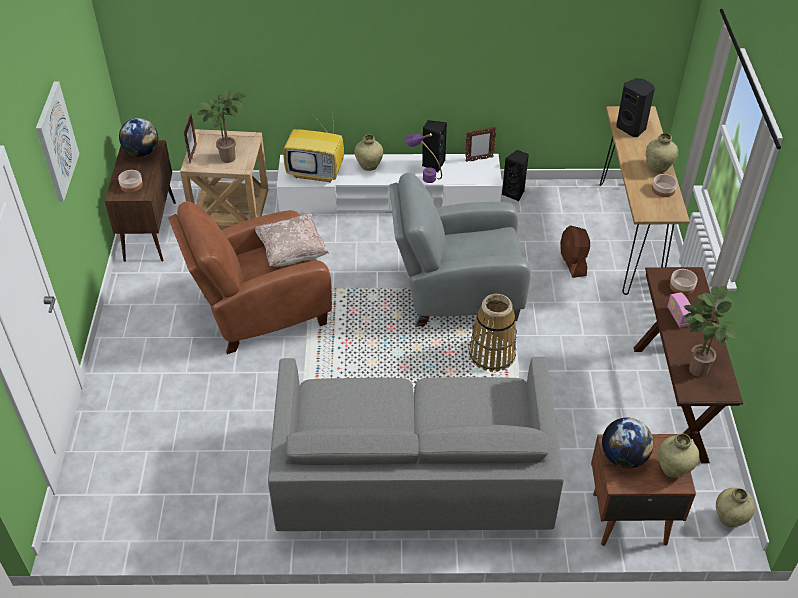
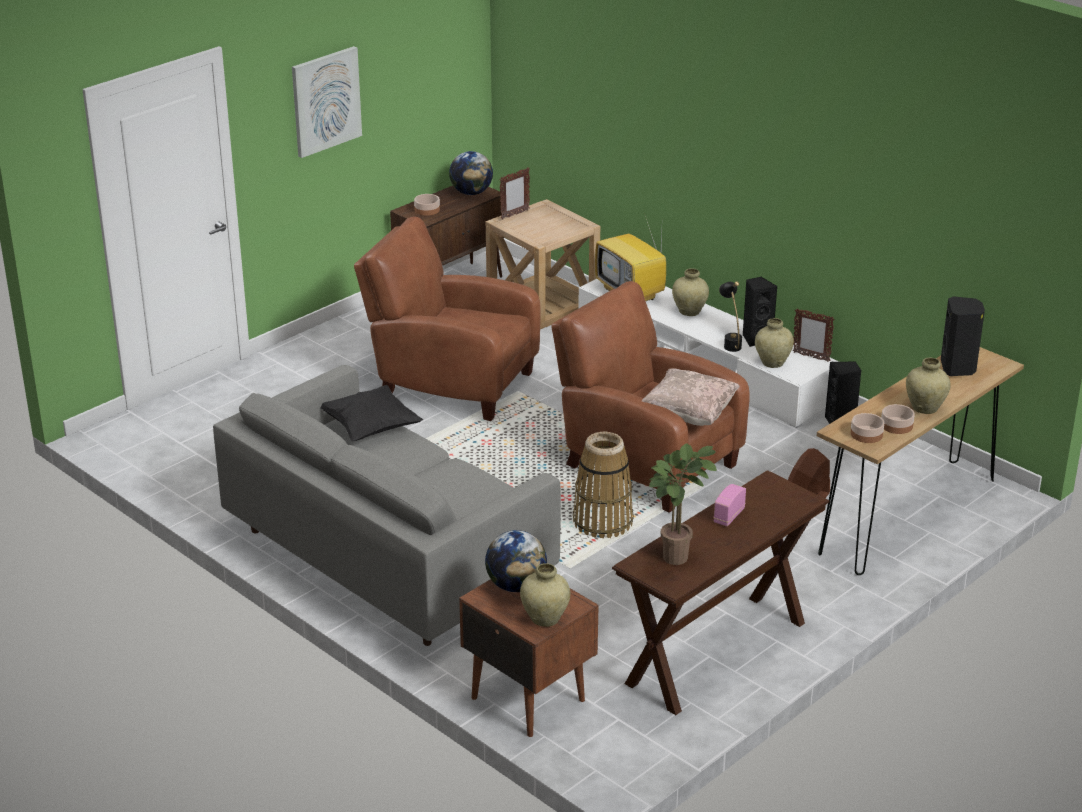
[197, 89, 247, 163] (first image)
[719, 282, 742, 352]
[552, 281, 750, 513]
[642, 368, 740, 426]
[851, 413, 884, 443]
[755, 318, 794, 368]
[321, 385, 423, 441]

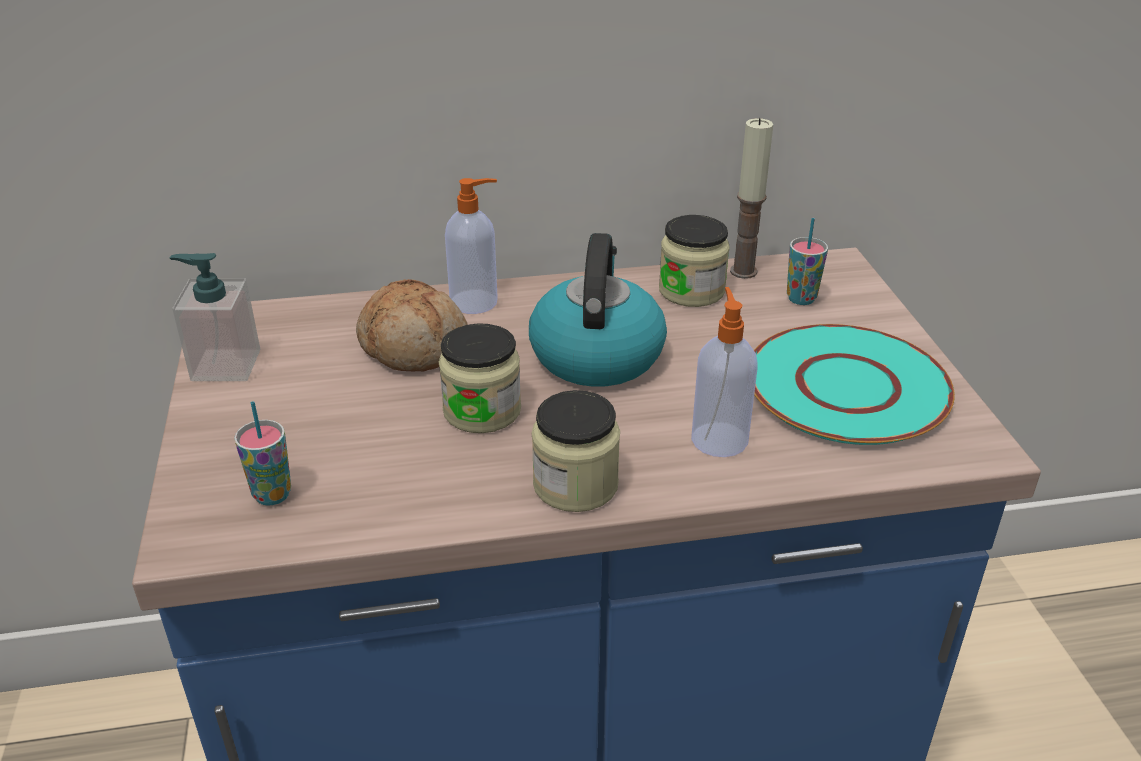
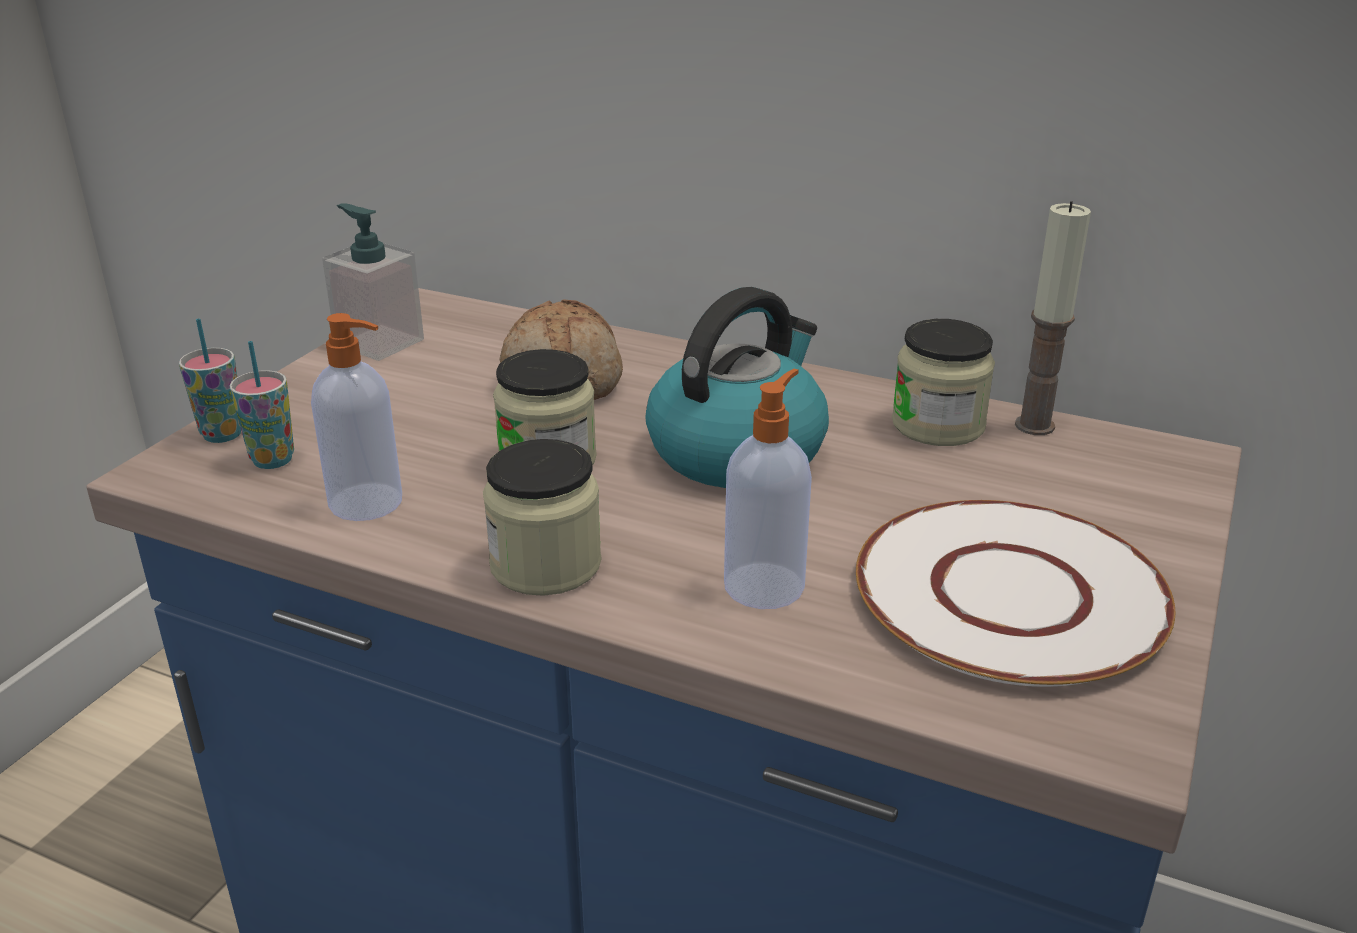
[311, 313, 402, 521]
[179, 319, 241, 443]
[856, 500, 1176, 687]

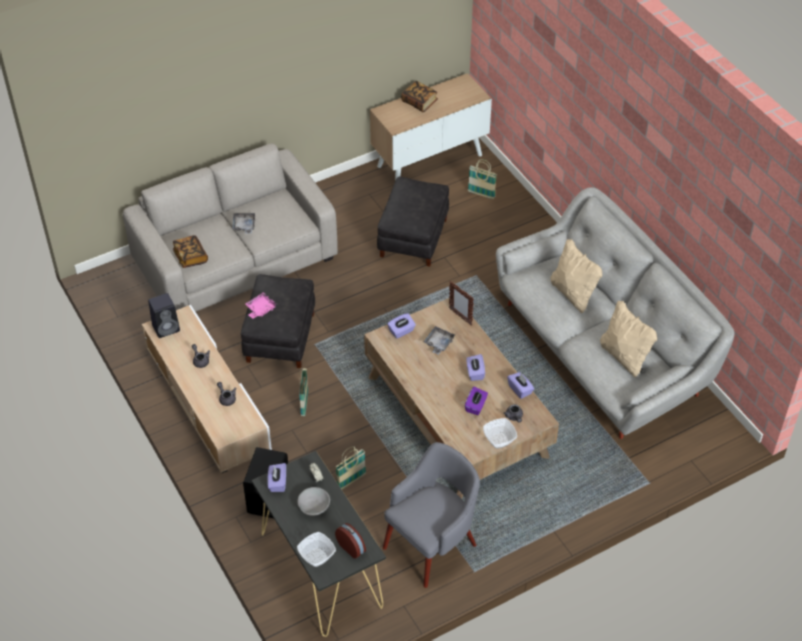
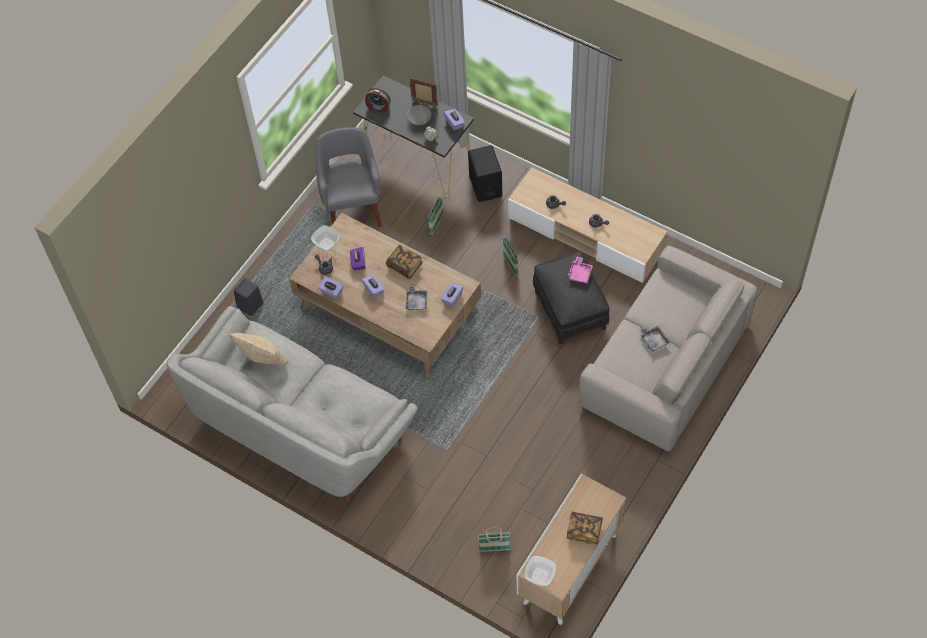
[377, 177, 449, 267] (first image)
[386, 244, 423, 279]
[551, 239, 603, 313] (first image)
[409, 78, 438, 107]
[234, 278, 263, 316]
[315, 127, 382, 227]
[525, 556, 556, 586]

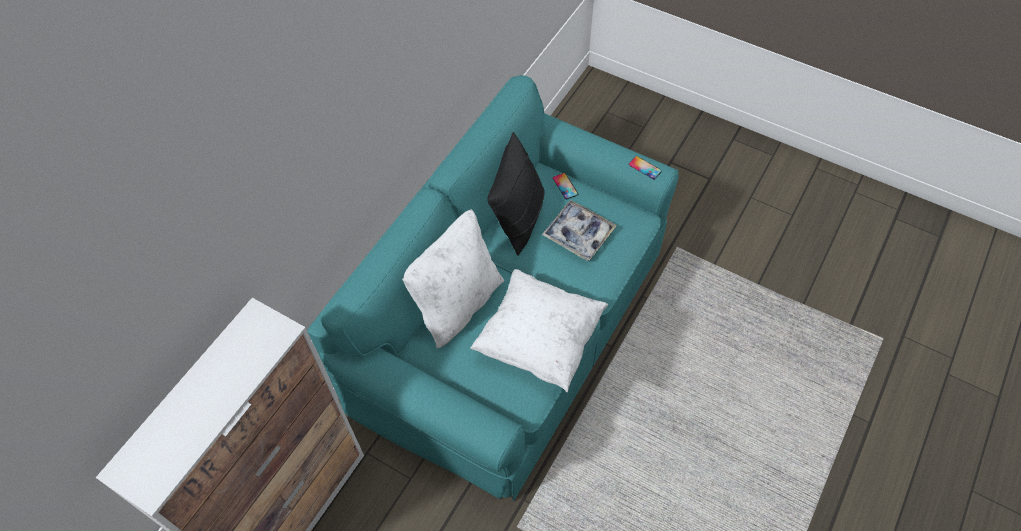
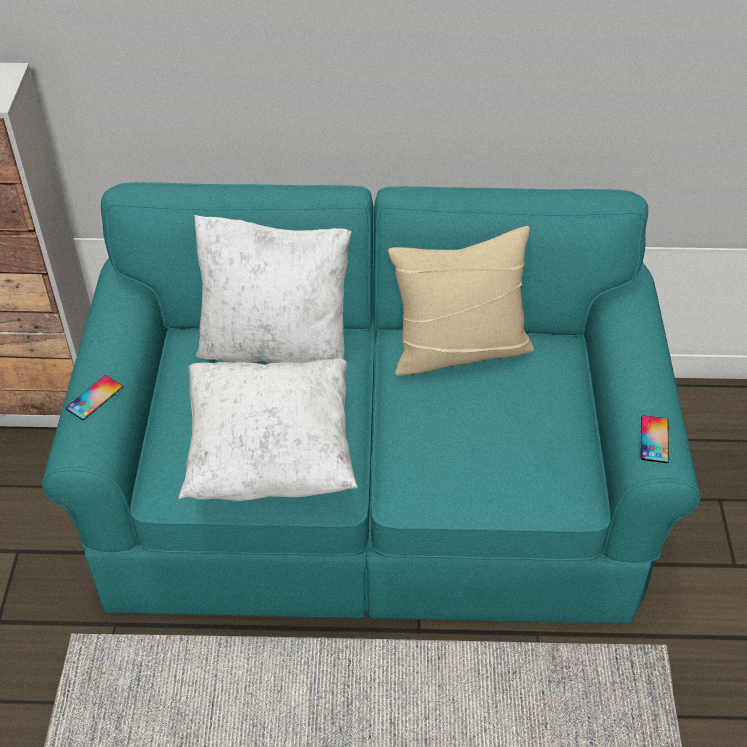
[388, 226, 534, 376]
[66, 375, 123, 420]
[542, 200, 617, 261] (first image)

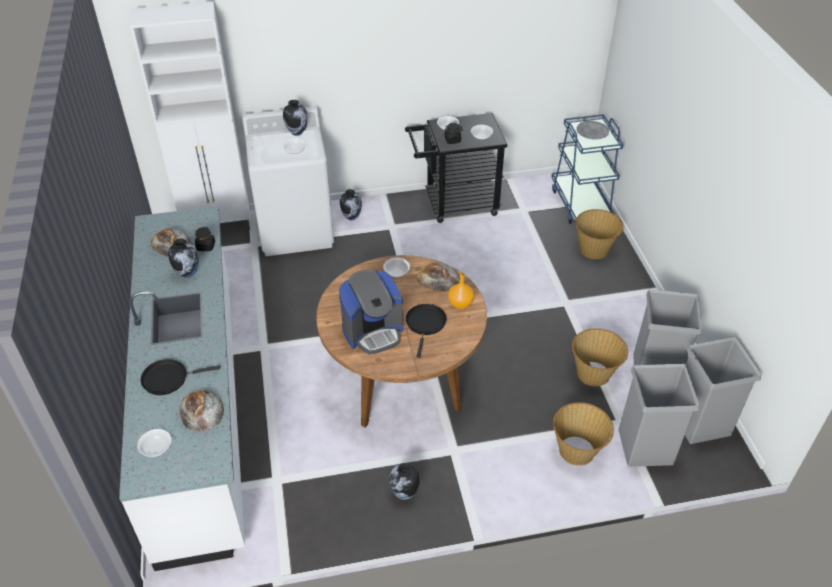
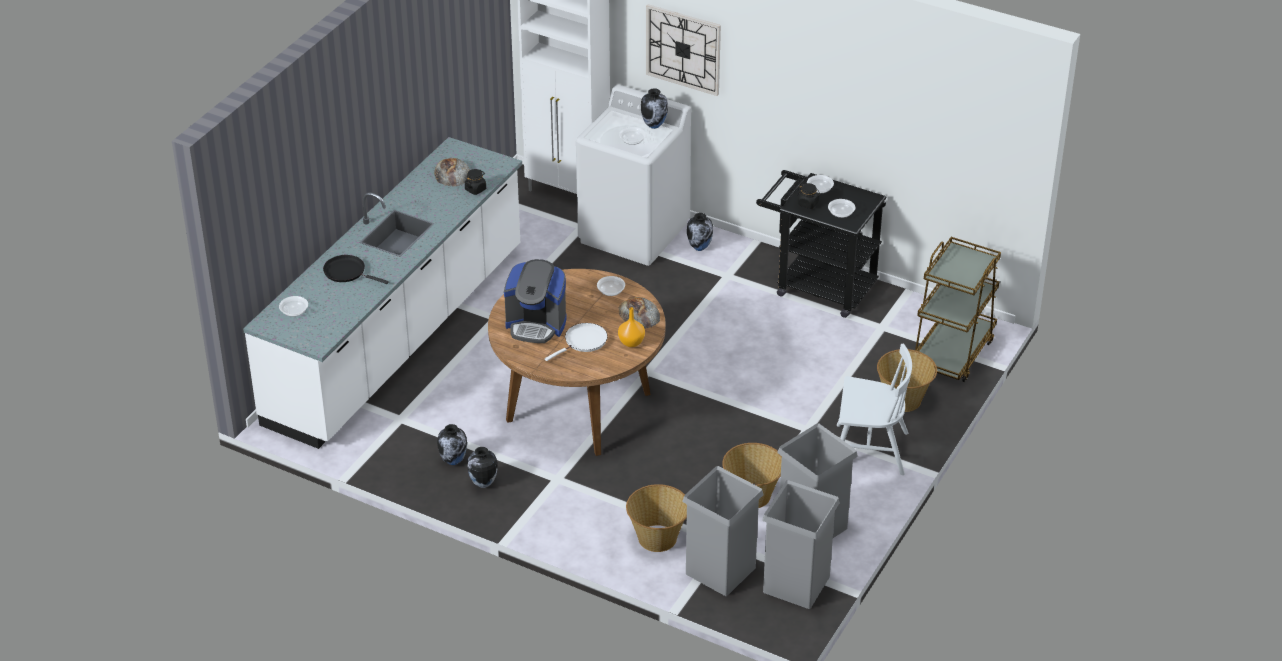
[915, 237, 1001, 382]
[576, 121, 609, 140] (first image)
[437, 424, 467, 465]
[545, 323, 608, 361]
[179, 390, 224, 432] (first image)
[646, 4, 721, 96]
[837, 344, 912, 475]

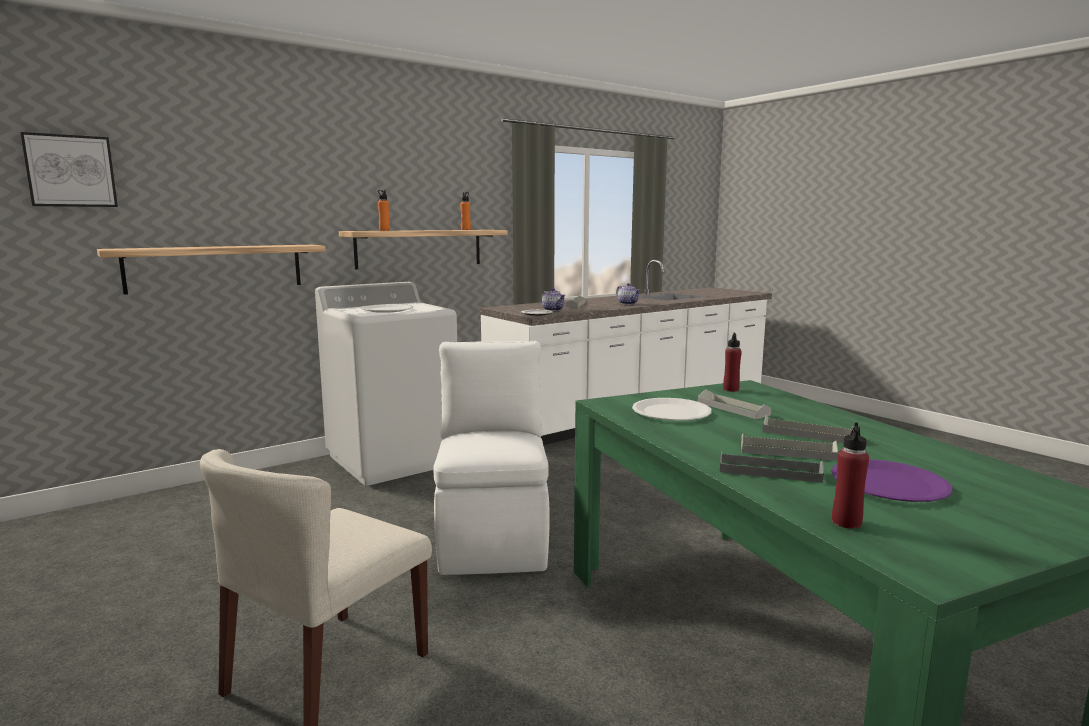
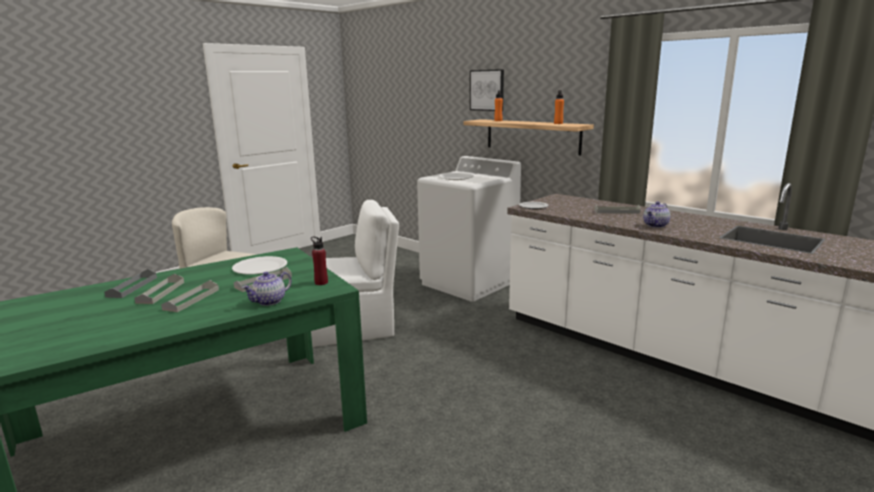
[470, 69, 504, 111]
[97, 245, 326, 295] (first image)
[242, 272, 292, 306]
[832, 422, 869, 529] (first image)
[831, 459, 953, 502] (first image)

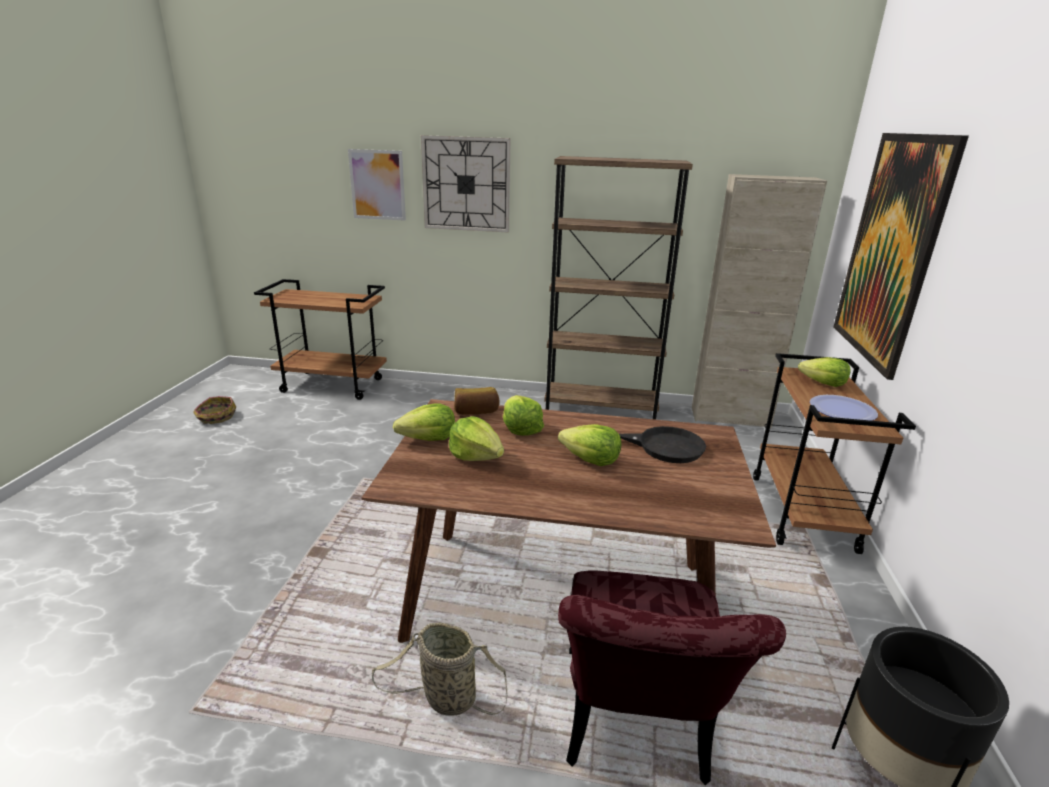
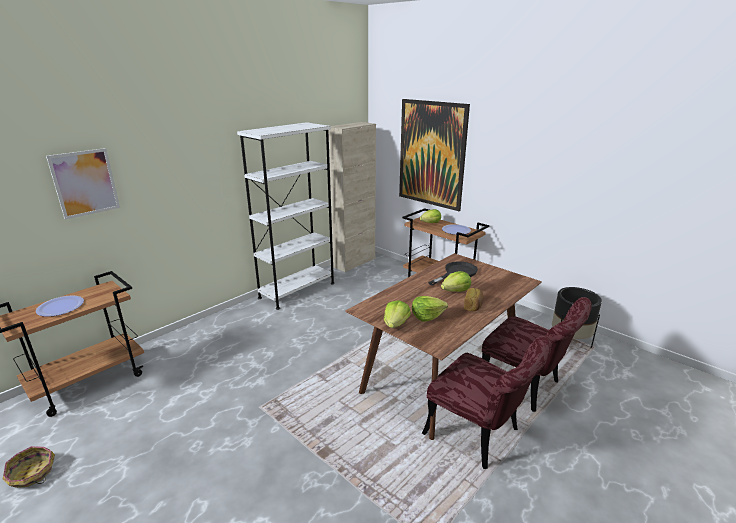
[421, 135, 511, 232] (first image)
[237, 122, 335, 310]
[464, 288, 483, 311]
[503, 395, 544, 436] (first image)
[422, 336, 552, 469]
[36, 295, 84, 317]

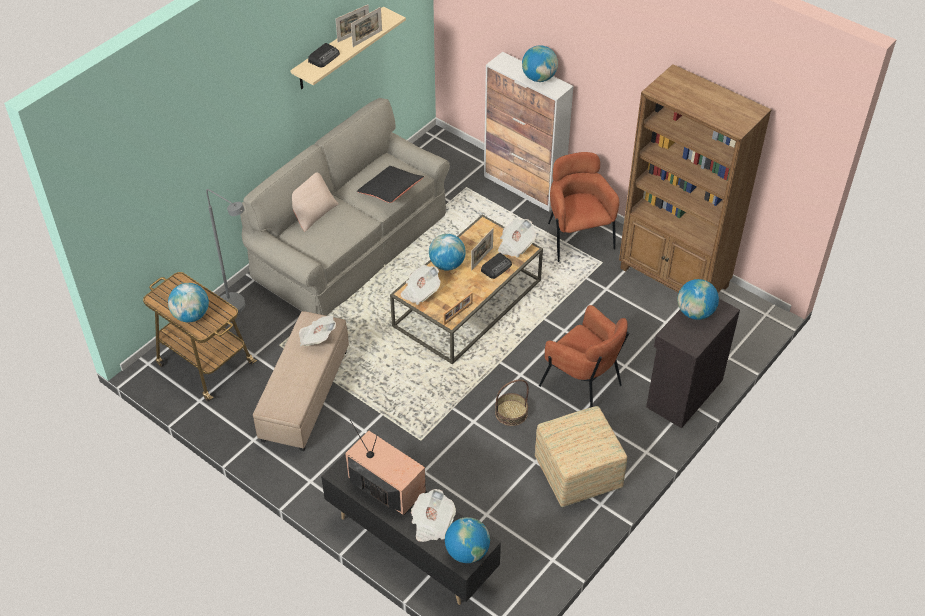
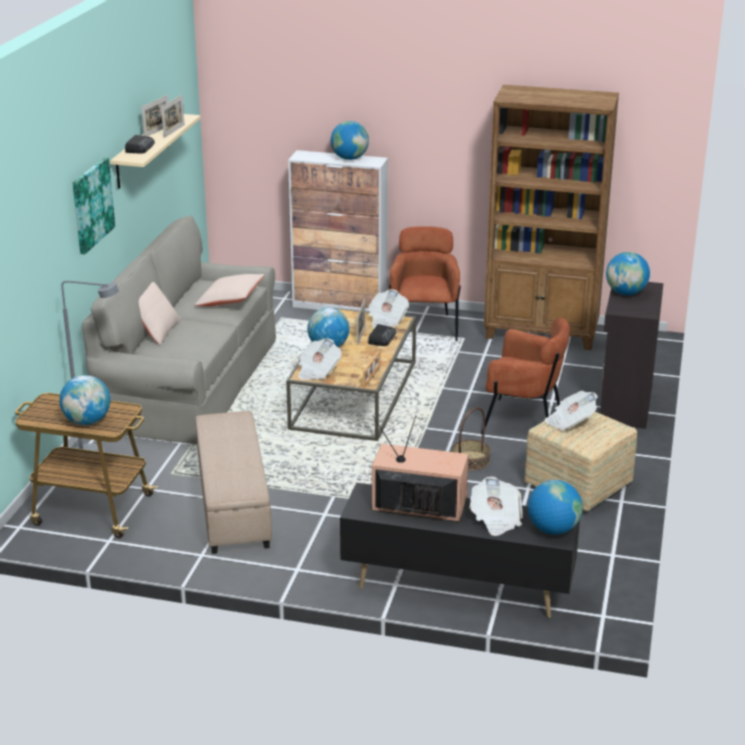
[389, 226, 461, 341]
[195, 274, 265, 307]
[545, 391, 598, 431]
[72, 157, 115, 254]

